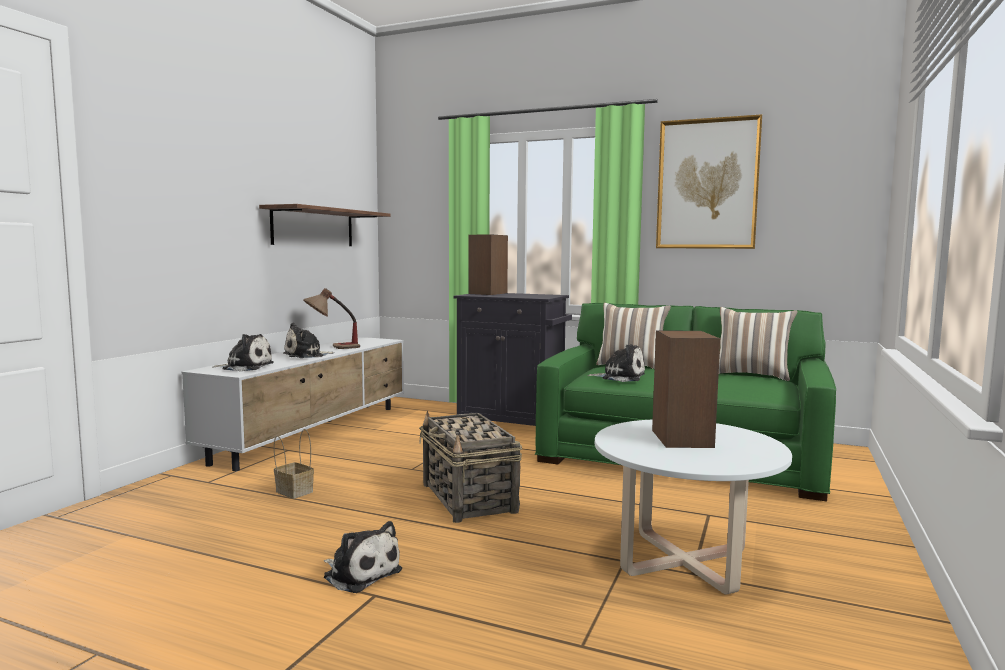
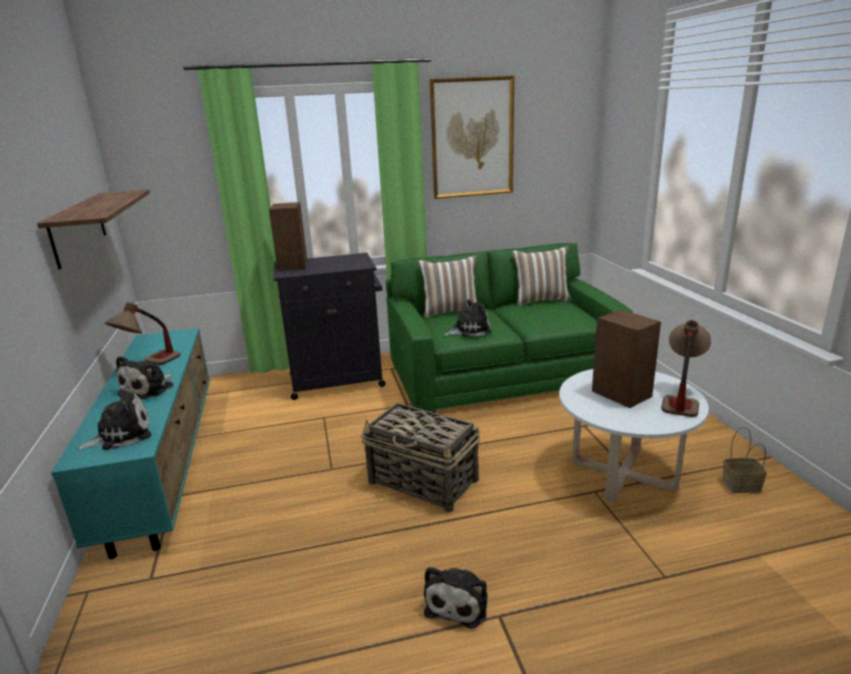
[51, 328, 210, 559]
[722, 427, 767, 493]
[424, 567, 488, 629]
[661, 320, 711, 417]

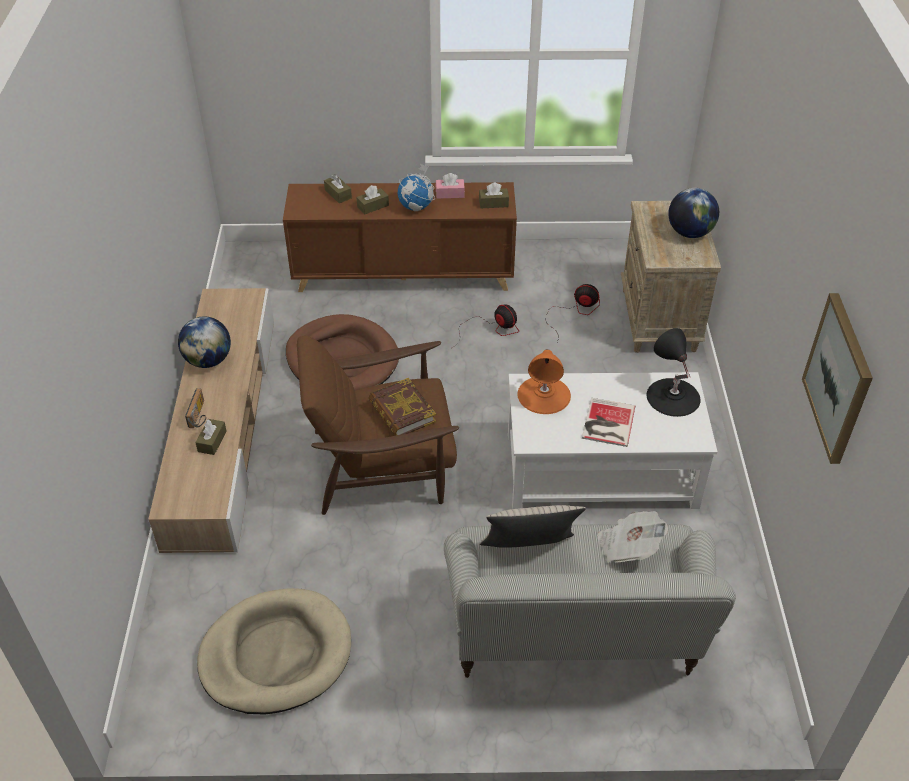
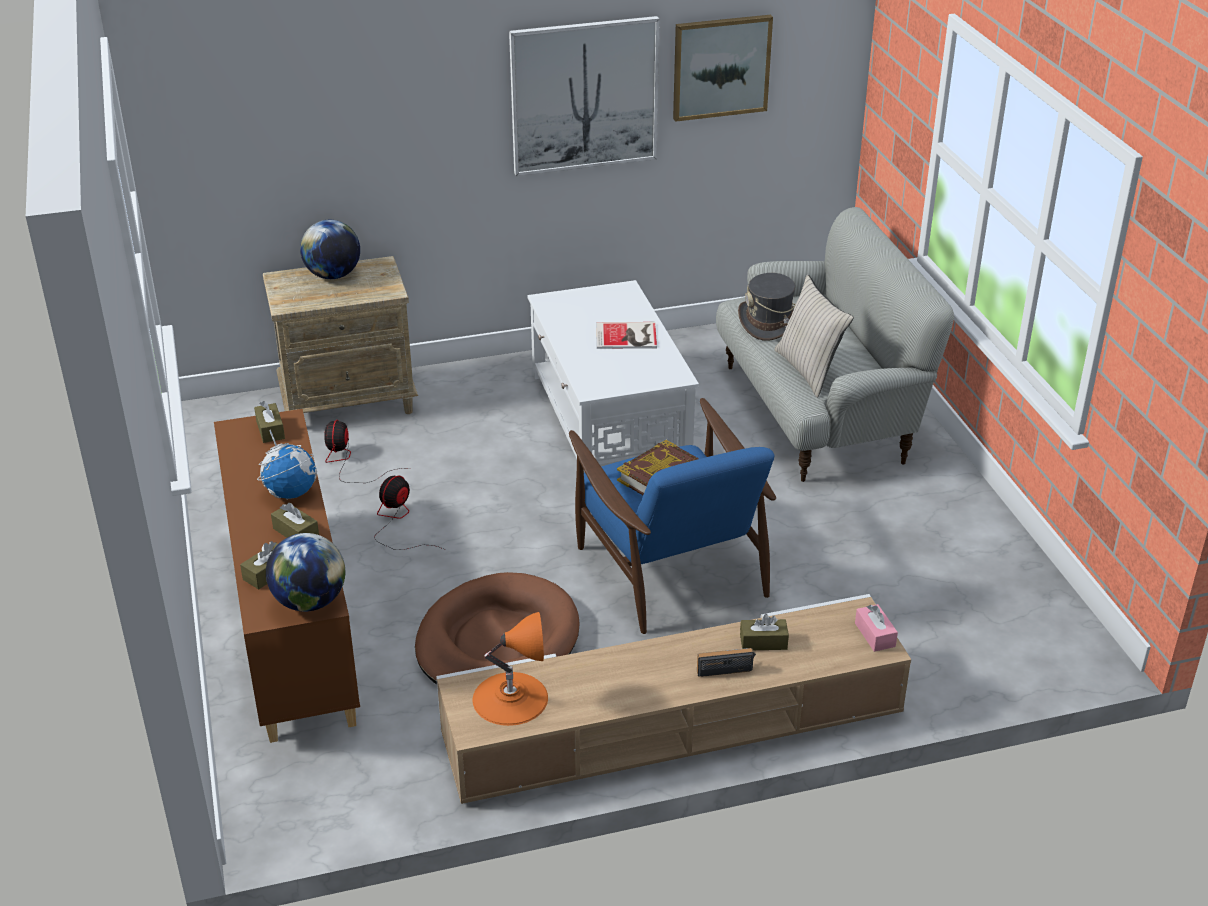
[855, 604, 898, 652]
[266, 533, 345, 612]
[647, 328, 701, 417] (first image)
[569, 398, 776, 634]
[473, 612, 548, 726]
[738, 273, 796, 341]
[197, 588, 351, 715] (first image)
[509, 16, 660, 176]

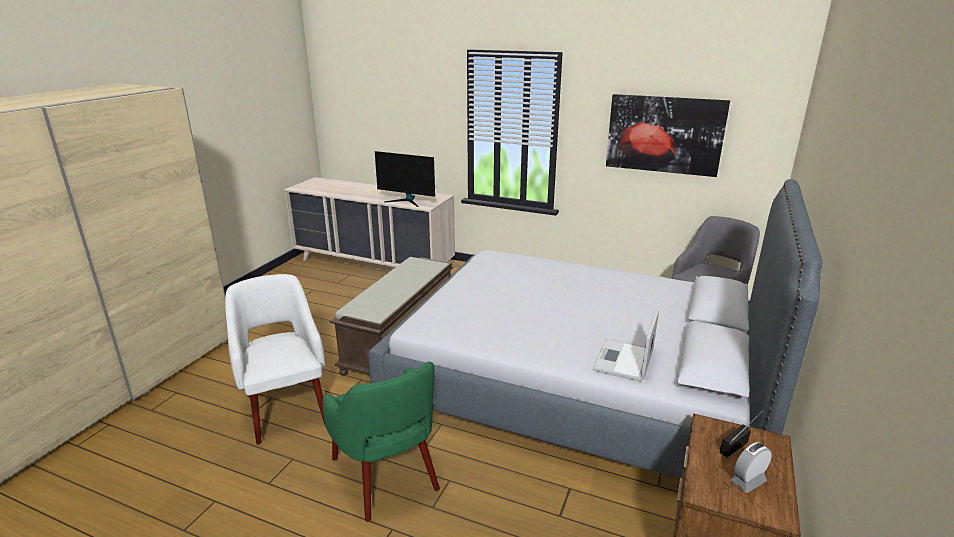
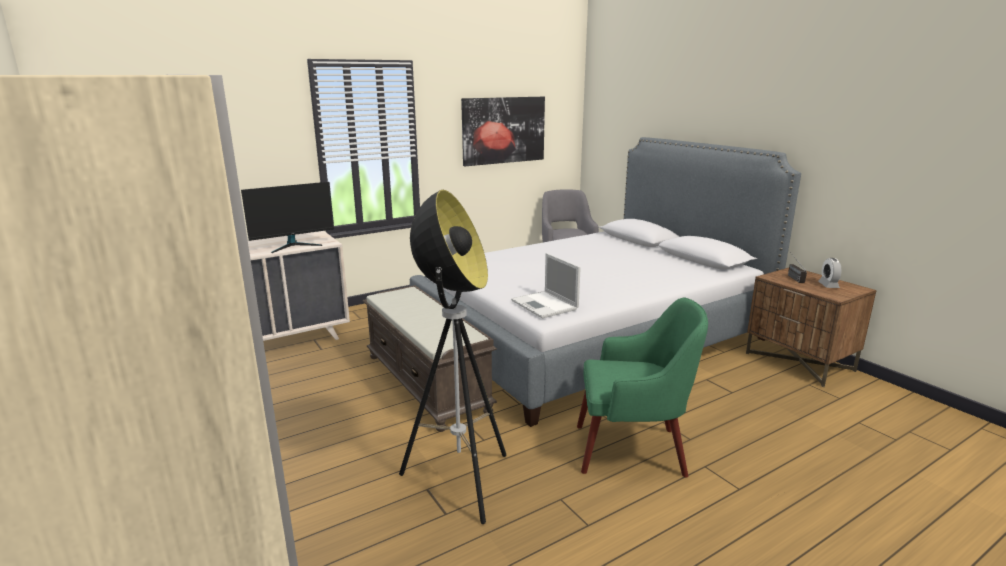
[399, 190, 507, 524]
[511, 253, 581, 318]

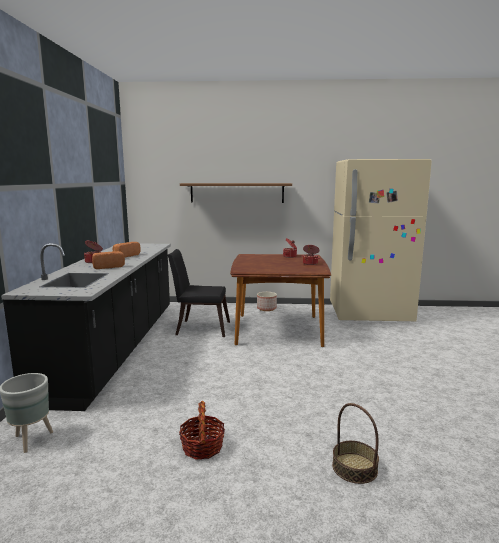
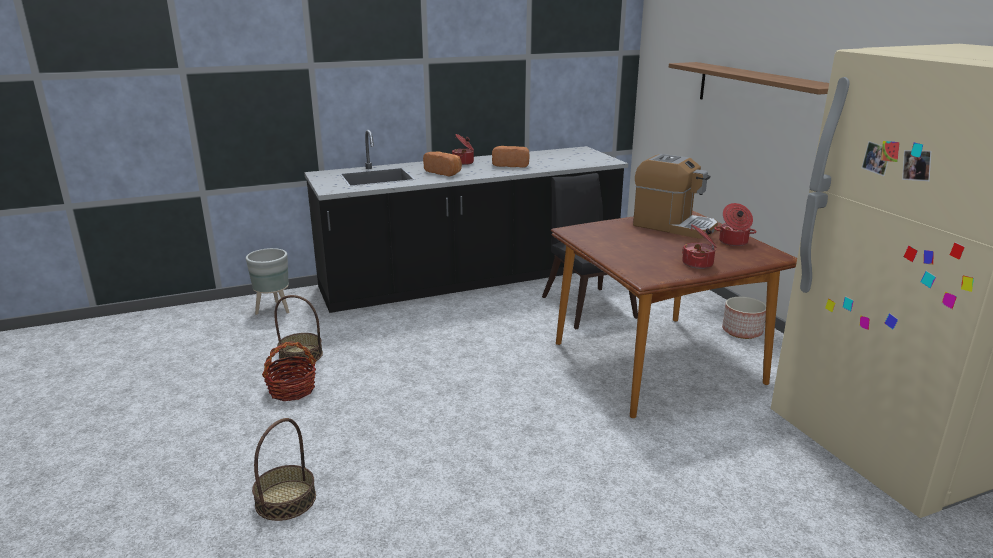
[633, 154, 718, 239]
[274, 295, 323, 366]

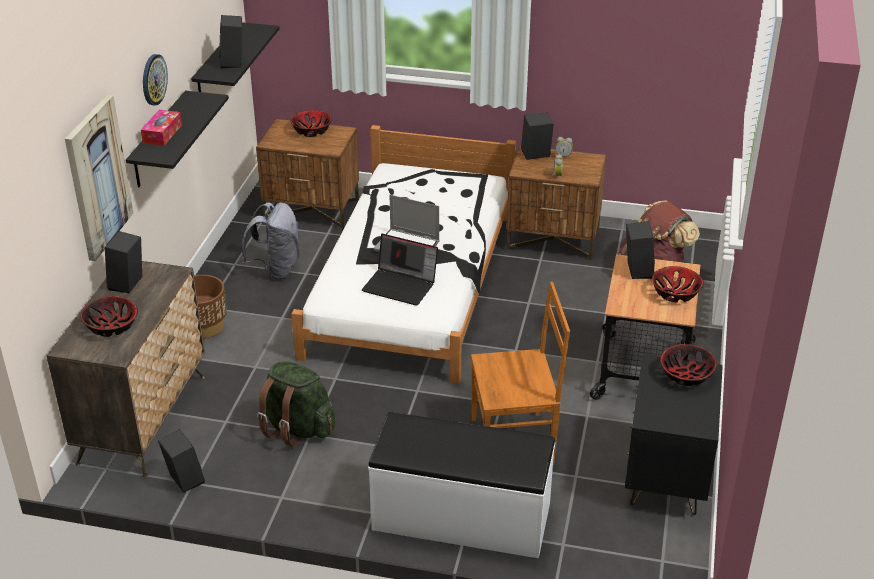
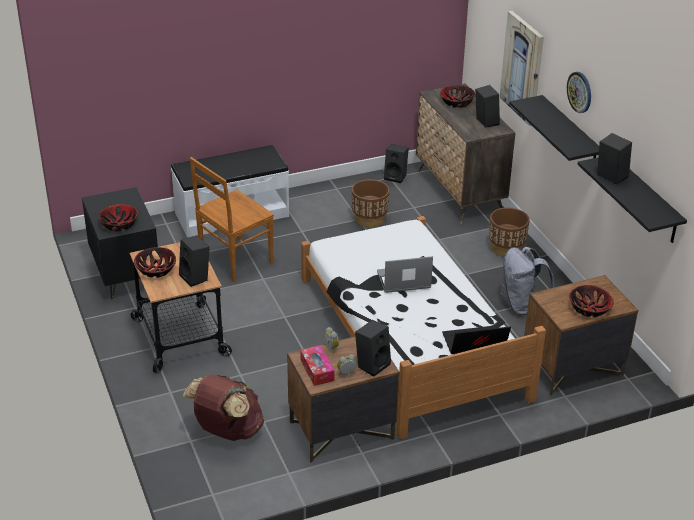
[300, 345, 334, 386]
[442, 326, 511, 354]
[352, 179, 390, 227]

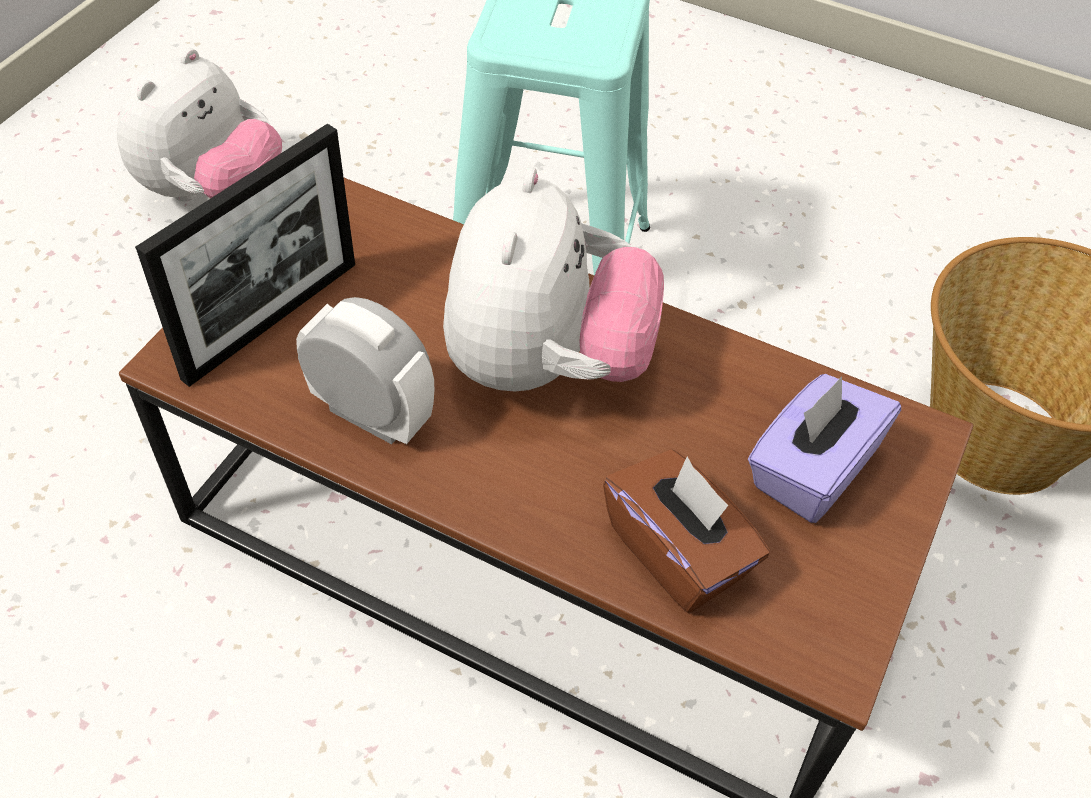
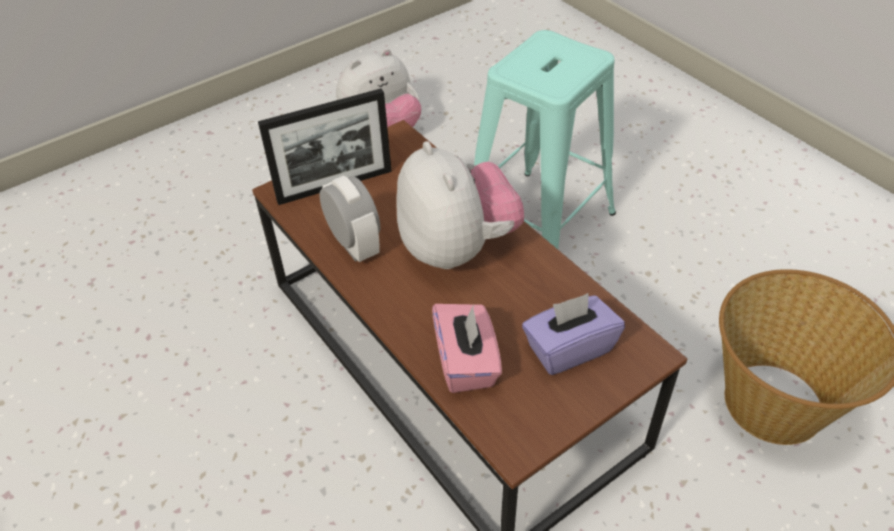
[396, 141, 524, 269]
[432, 304, 502, 393]

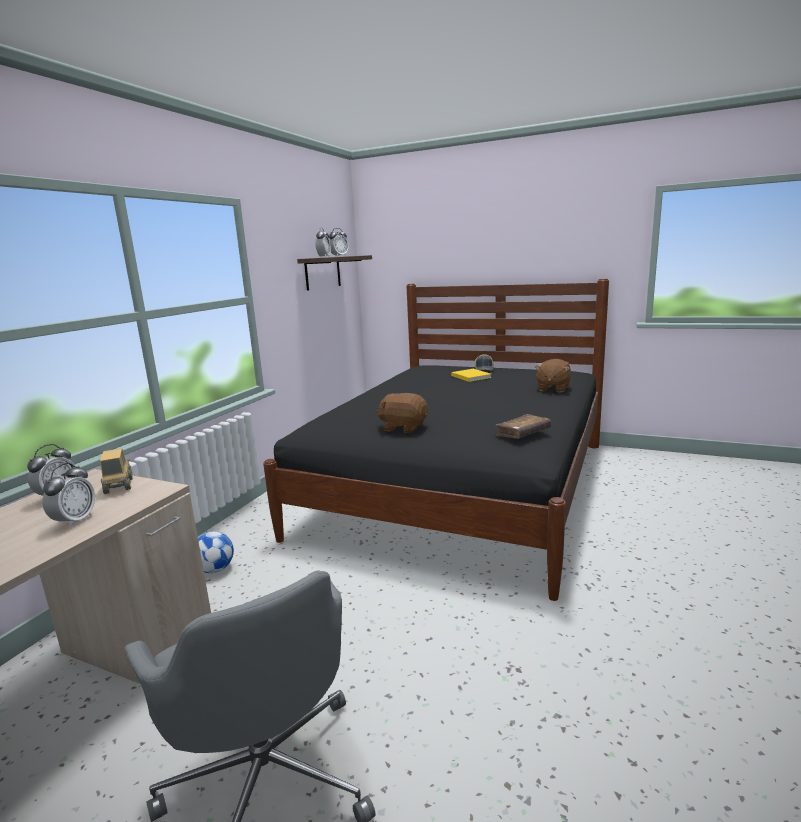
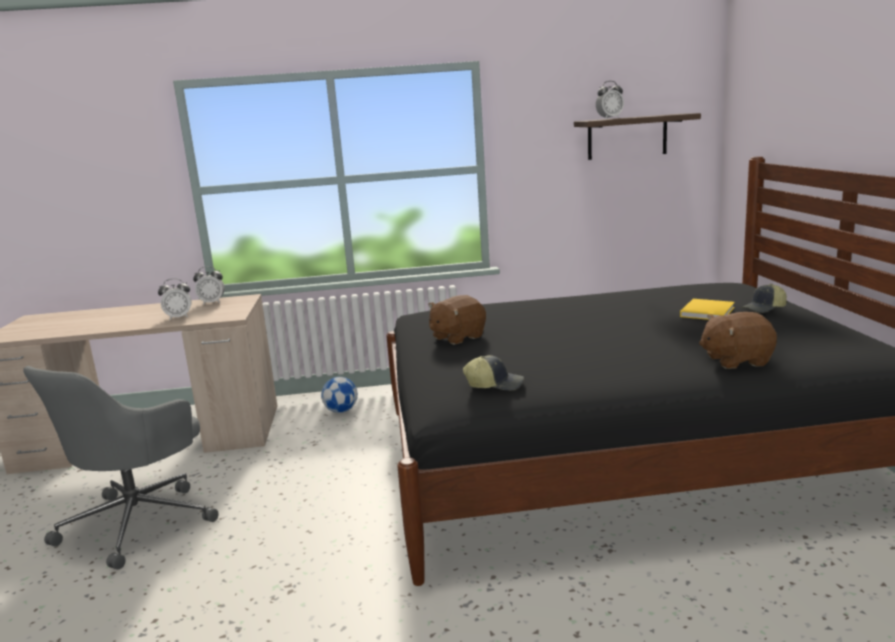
[329, 228, 349, 257] (first image)
[428, 295, 486, 345]
[463, 355, 524, 391]
[100, 448, 133, 494] (first image)

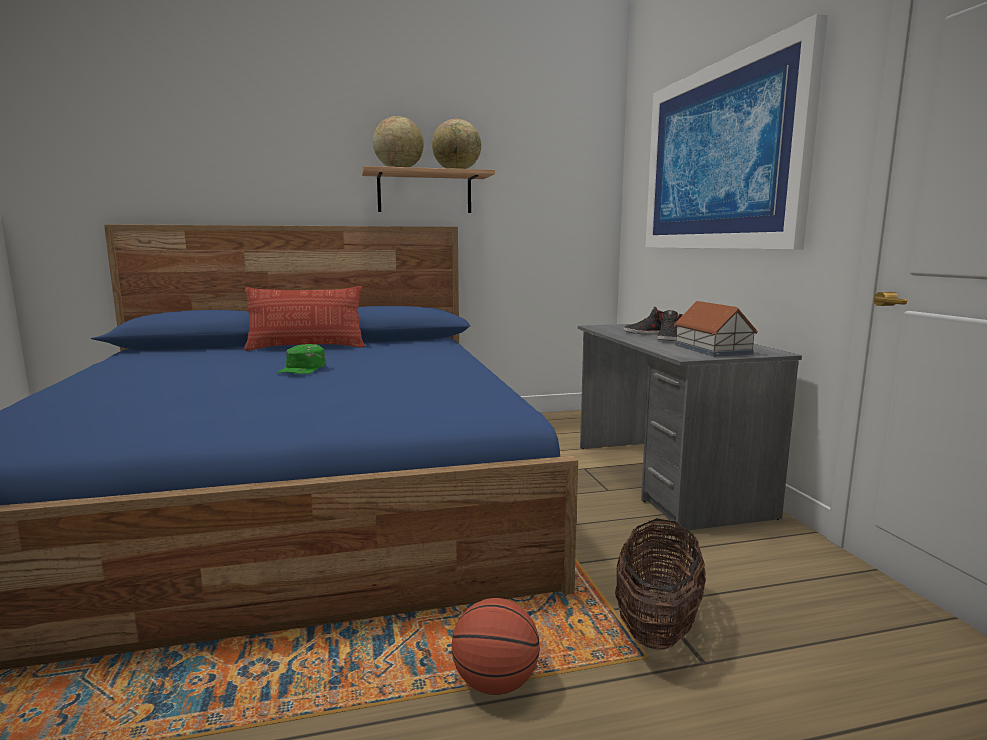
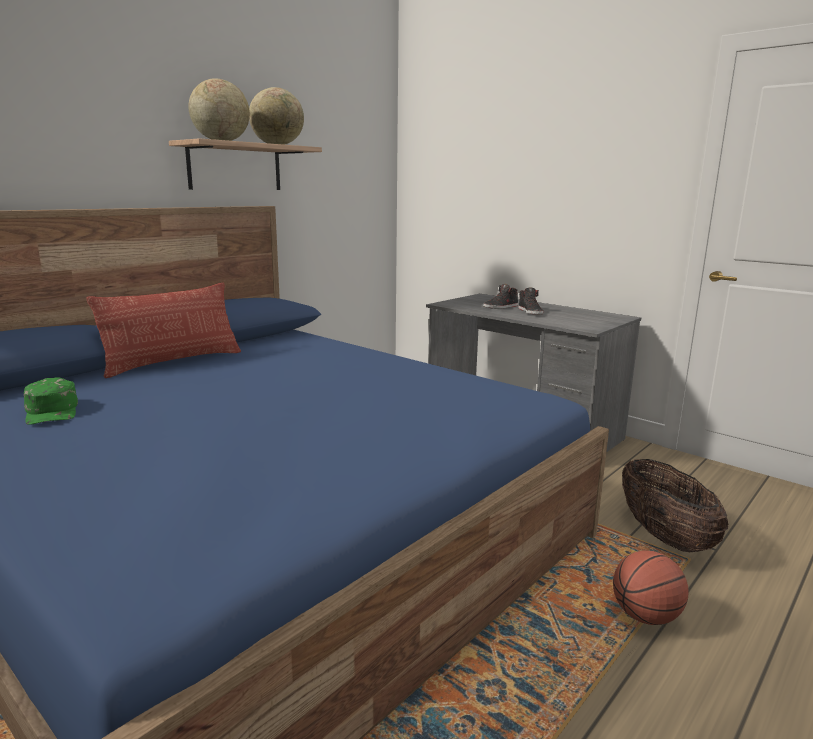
[646, 14, 828, 249] (first image)
[674, 301, 758, 357] (first image)
[24, 377, 78, 425]

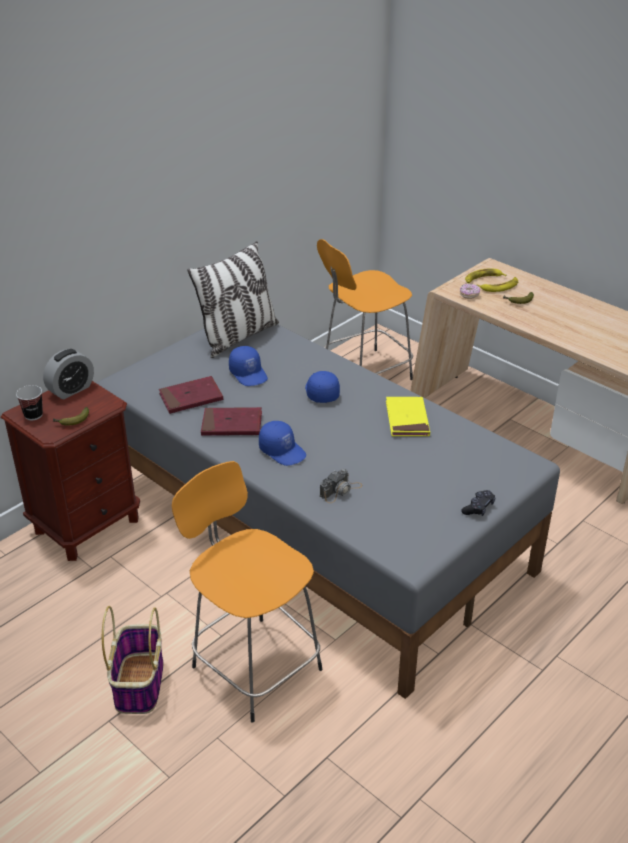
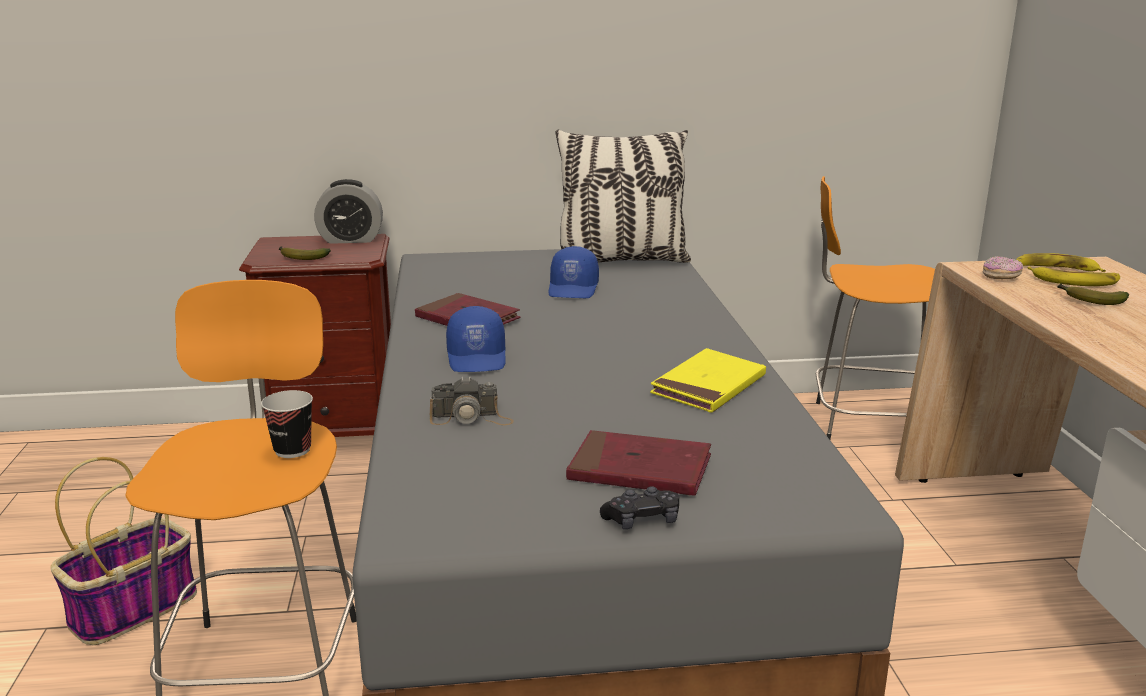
[305, 371, 340, 403] (first image)
[566, 430, 711, 496]
[261, 390, 313, 458]

